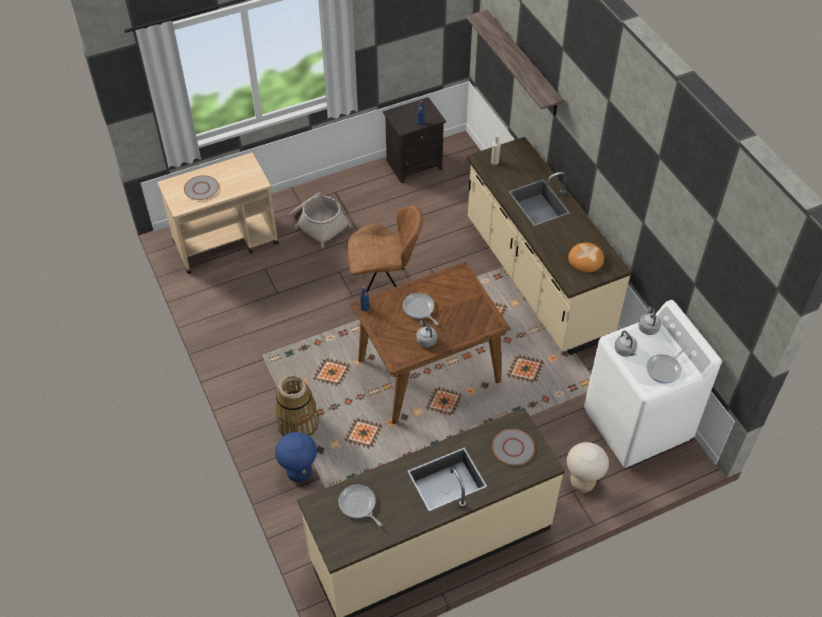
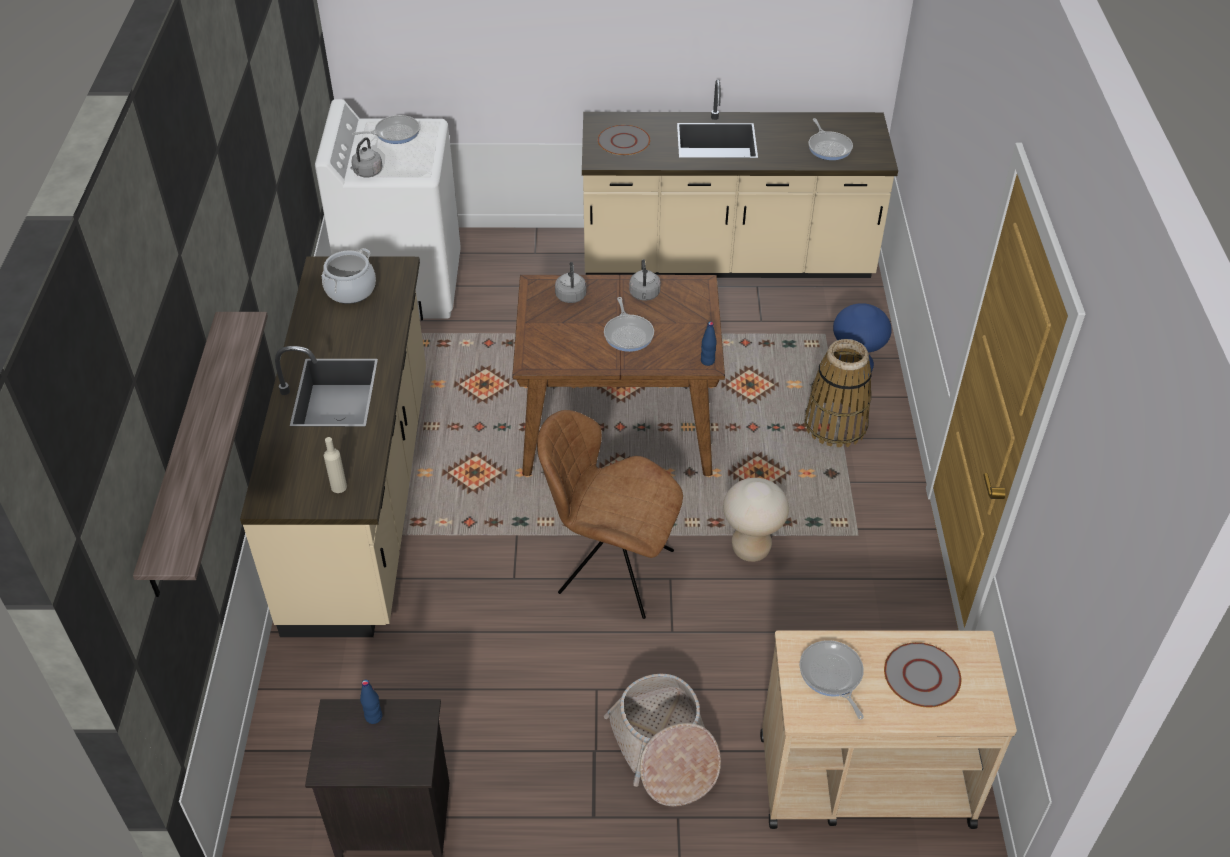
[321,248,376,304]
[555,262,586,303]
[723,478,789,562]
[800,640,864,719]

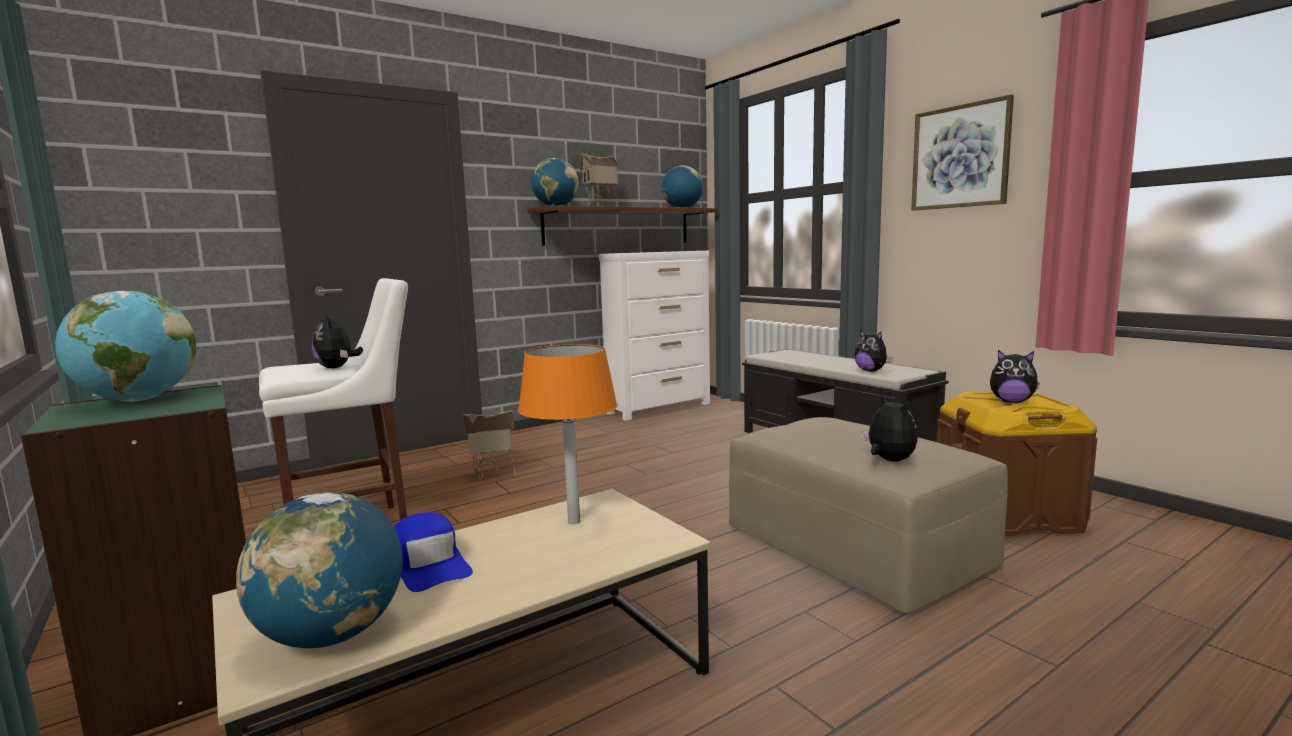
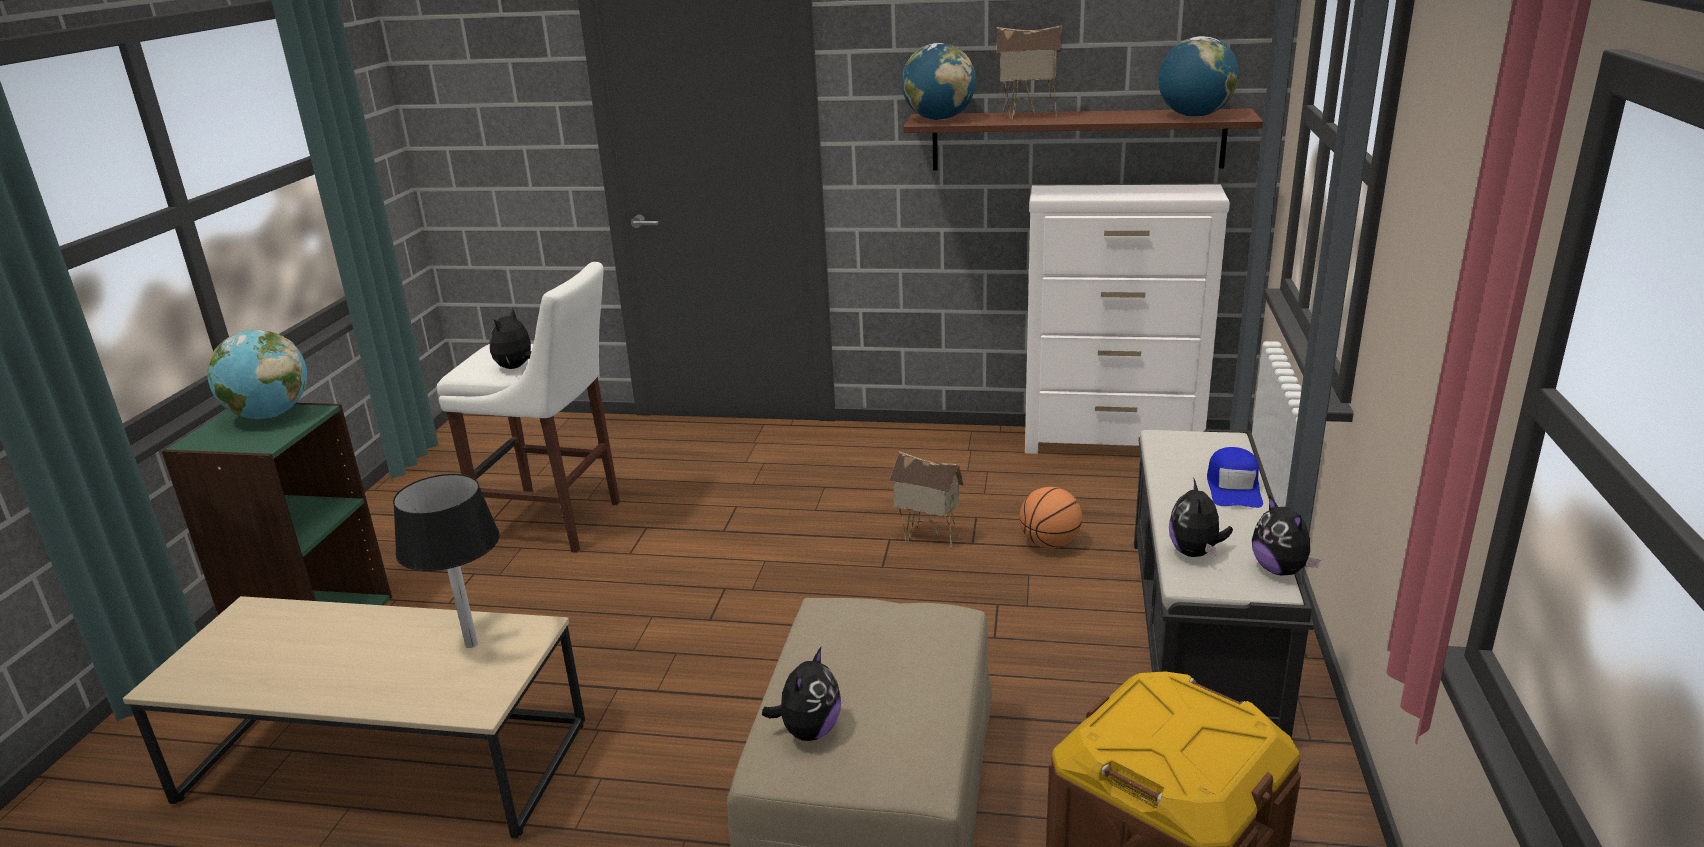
[911,94,1014,211] (first image)
[393,474,500,648]
[1252,495,1320,575]
[889,451,964,549]
[236,492,403,648] (first image)
[1207,447,1263,508]
[1019,487,1082,549]

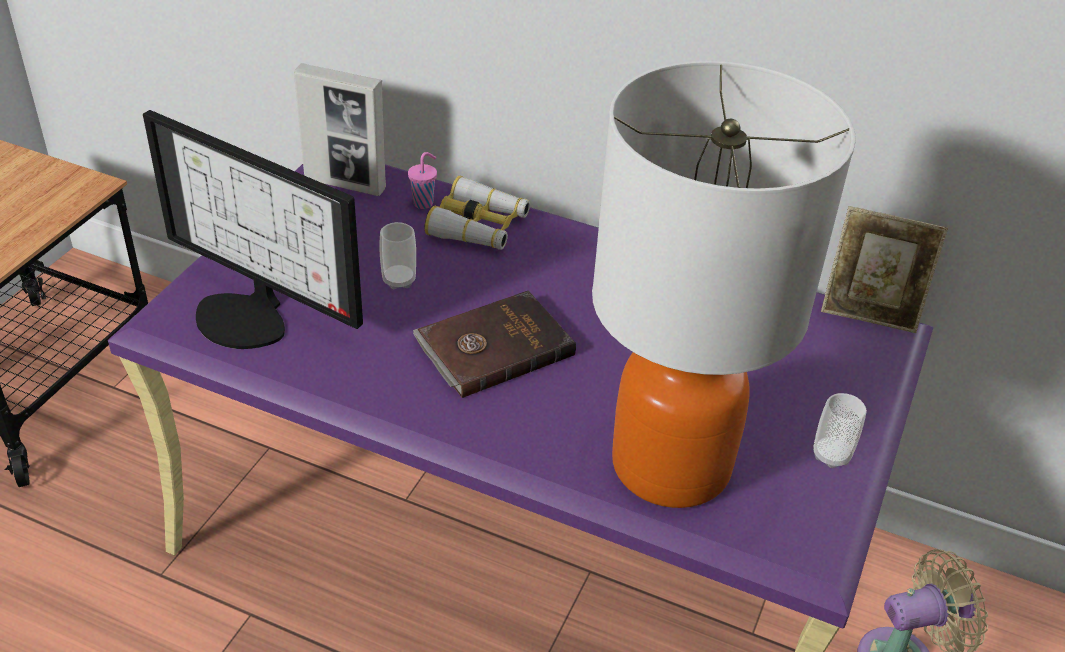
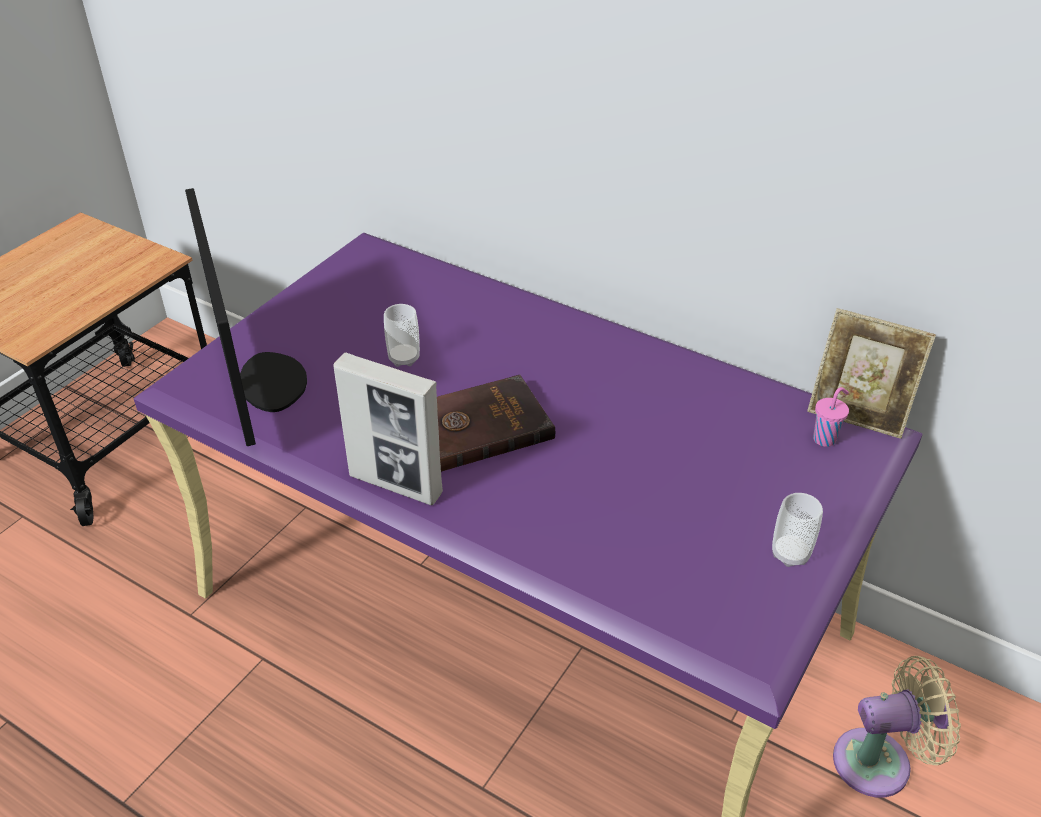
[592,60,856,508] (first image)
[333,352,443,505]
[185,188,307,446]
[813,387,849,447]
[424,176,530,250] (first image)

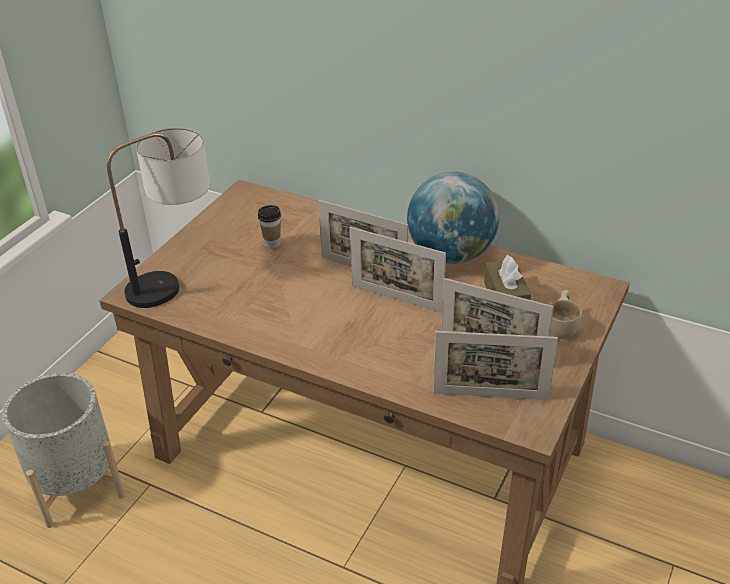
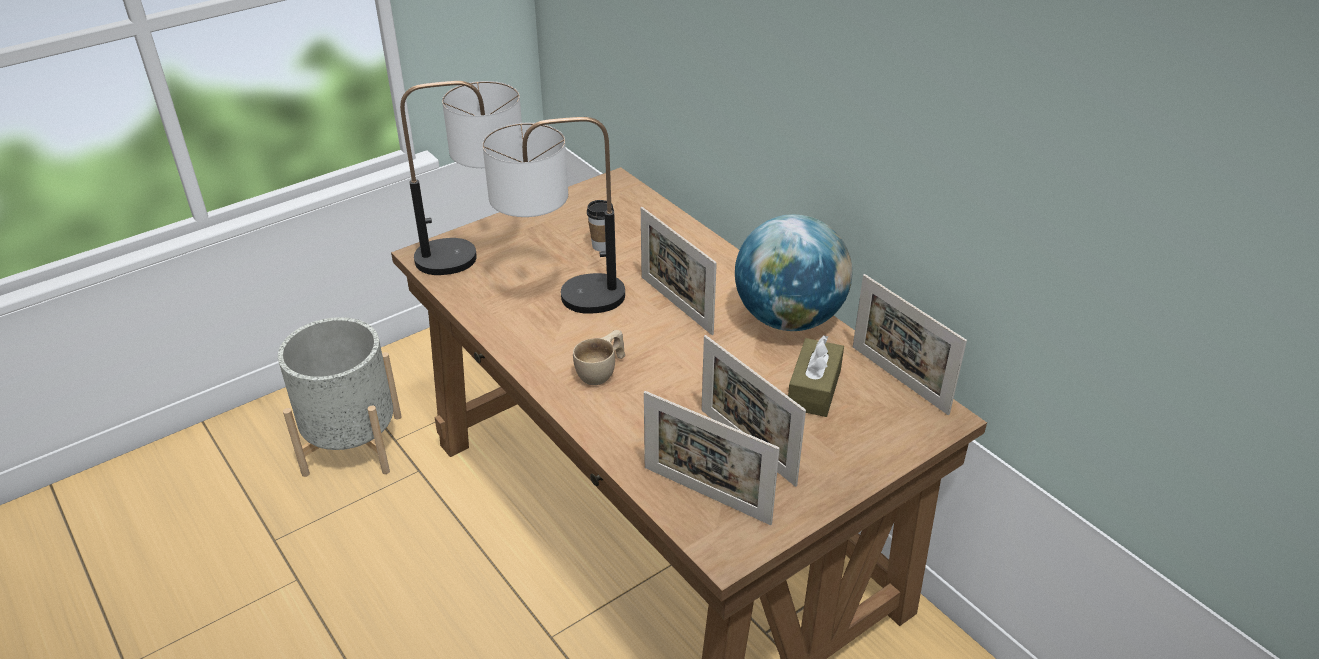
[853,274,967,415]
[573,330,625,385]
[482,117,625,314]

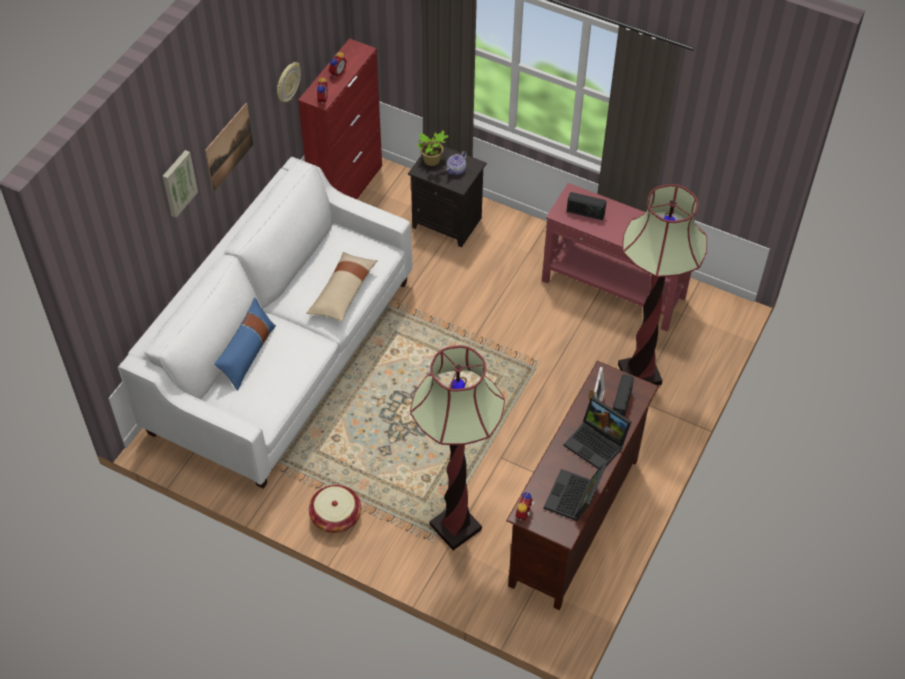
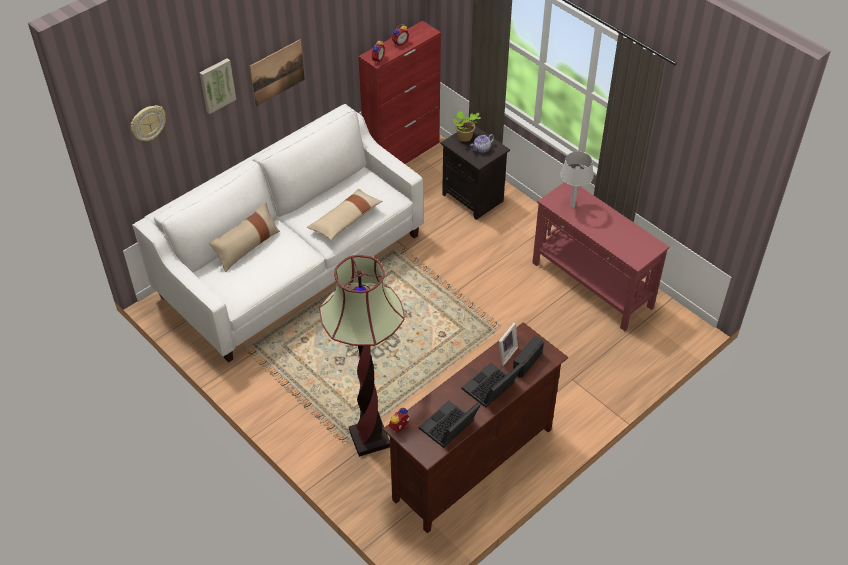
[131,105,166,141]
[618,184,707,385] (first image)
[560,151,594,208]
[209,202,280,273]
[462,363,523,408]
[309,485,361,533] (first image)

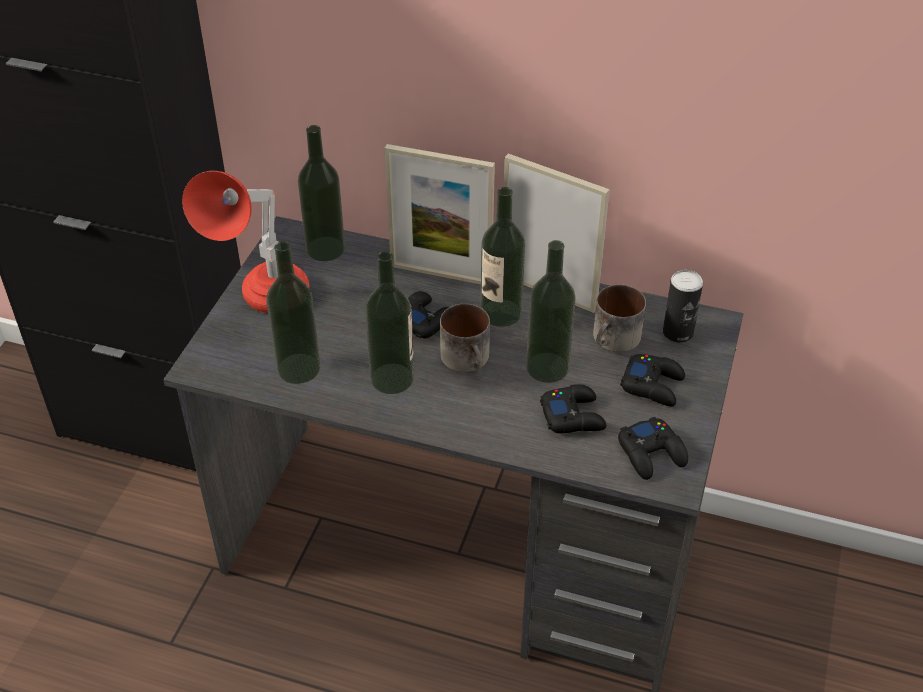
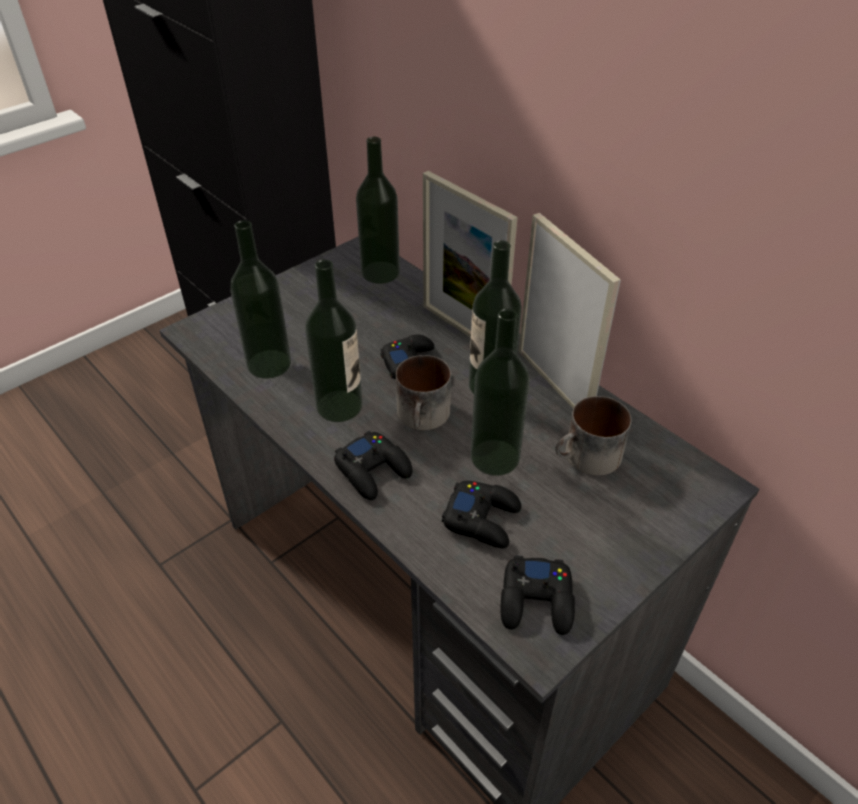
[182,171,309,313] (first image)
[663,270,703,343] (first image)
[334,431,413,500]

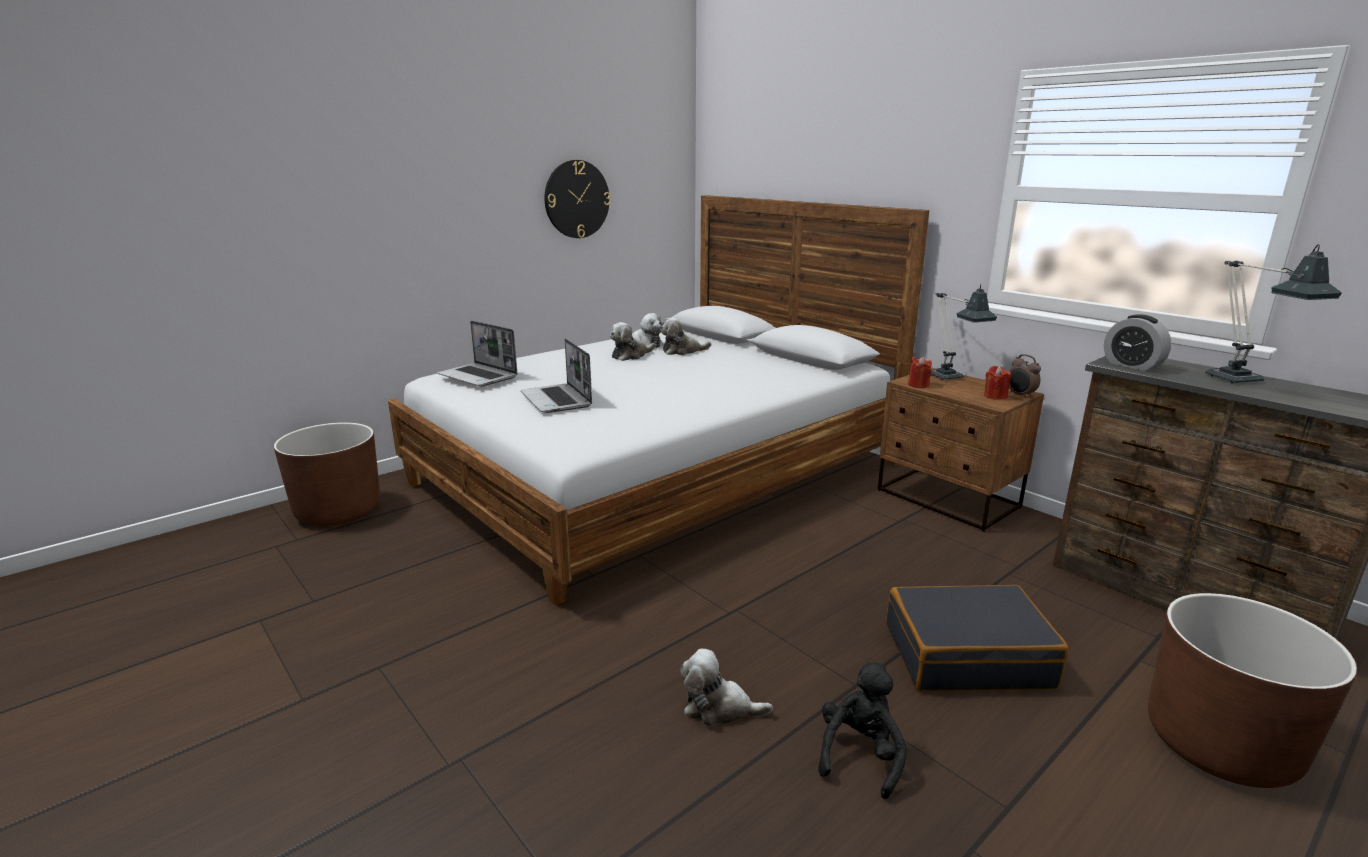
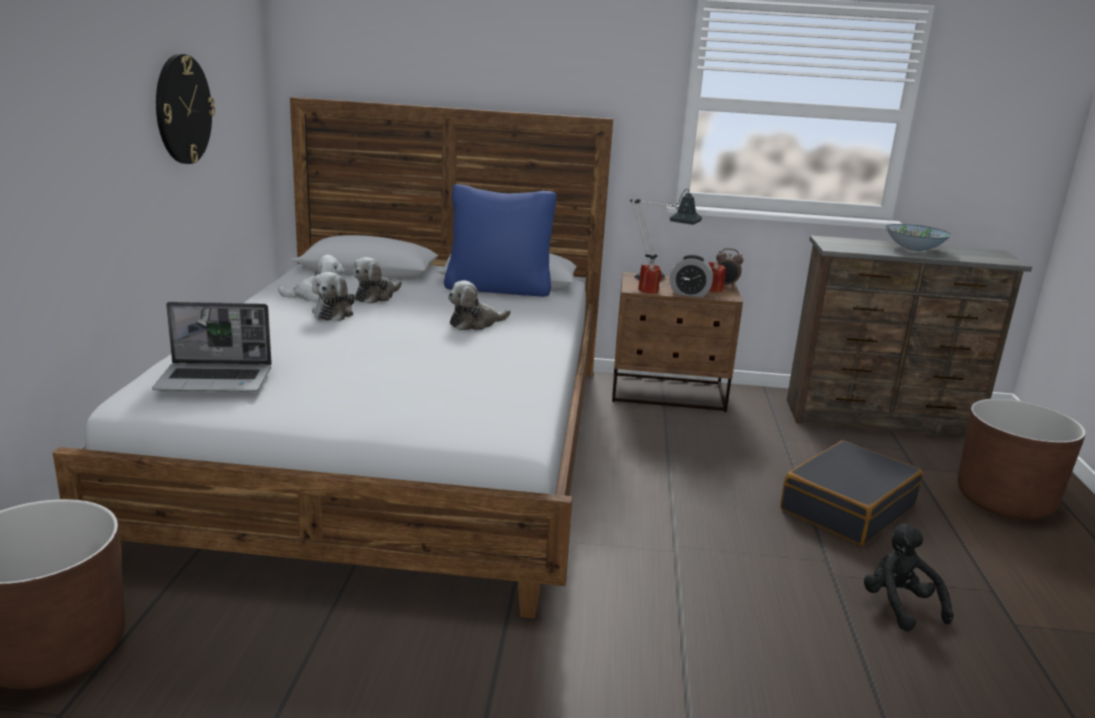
[886,224,951,251]
[670,255,713,297]
[521,338,592,413] (first image)
[448,280,511,331]
[444,184,557,297]

